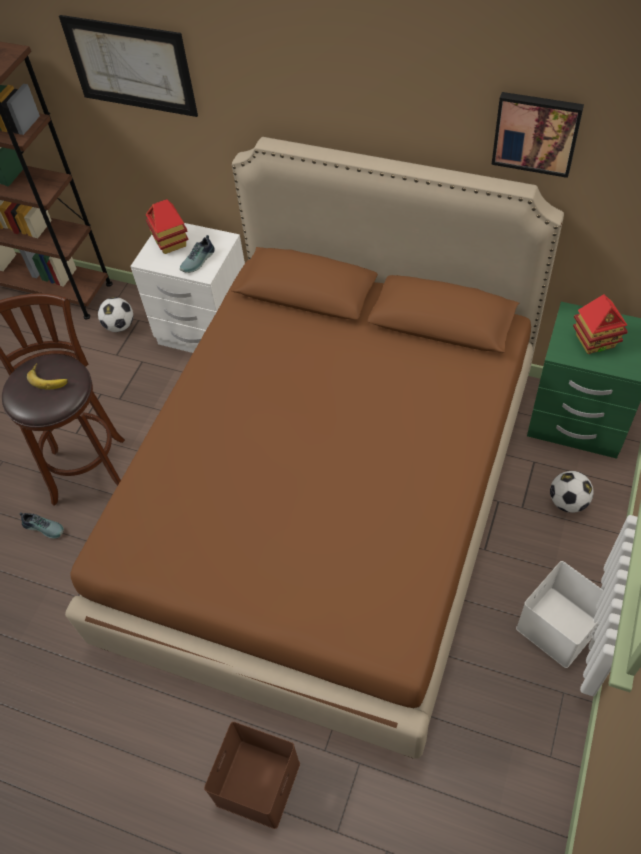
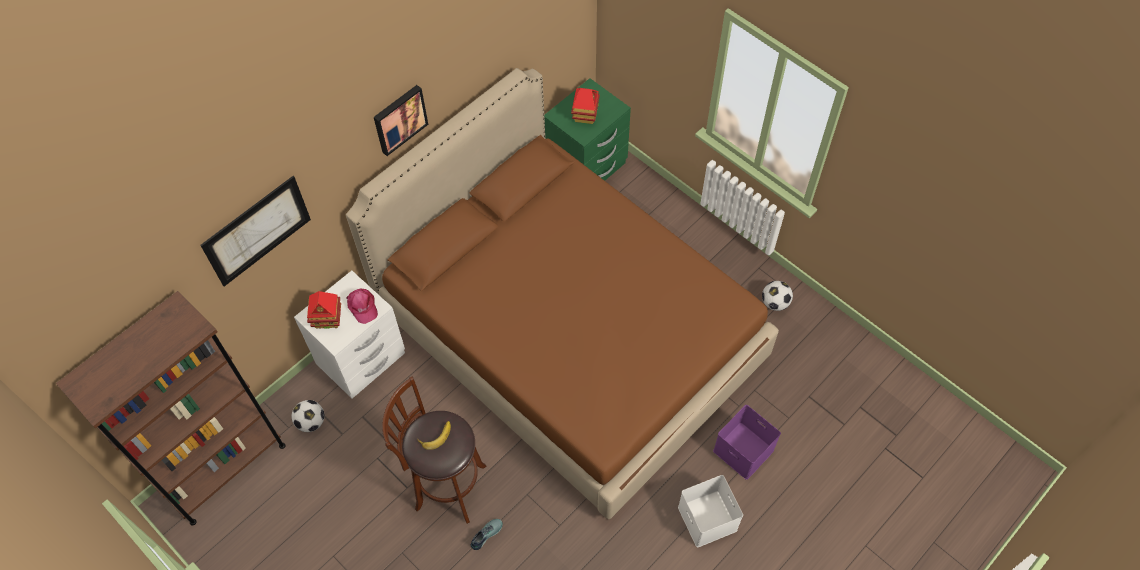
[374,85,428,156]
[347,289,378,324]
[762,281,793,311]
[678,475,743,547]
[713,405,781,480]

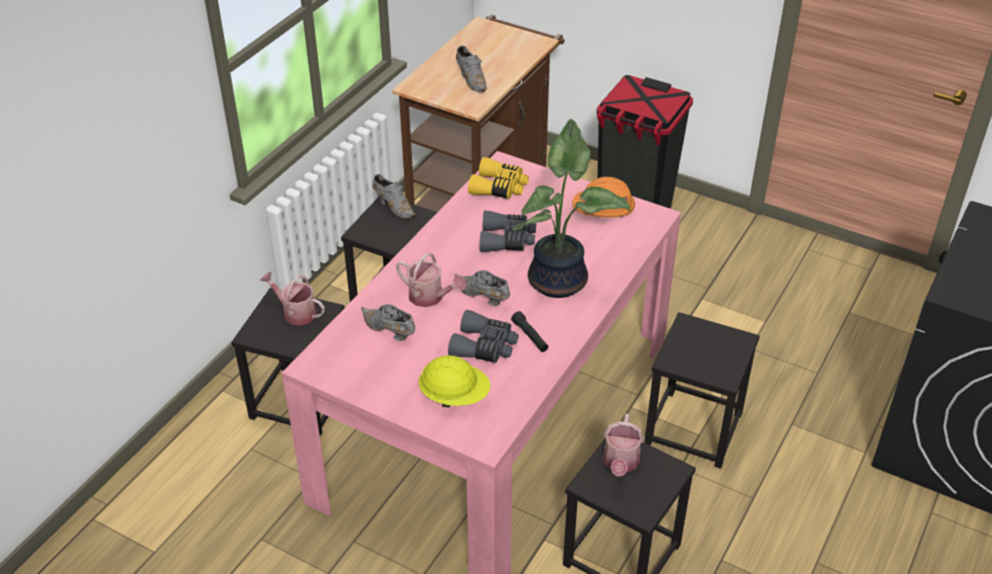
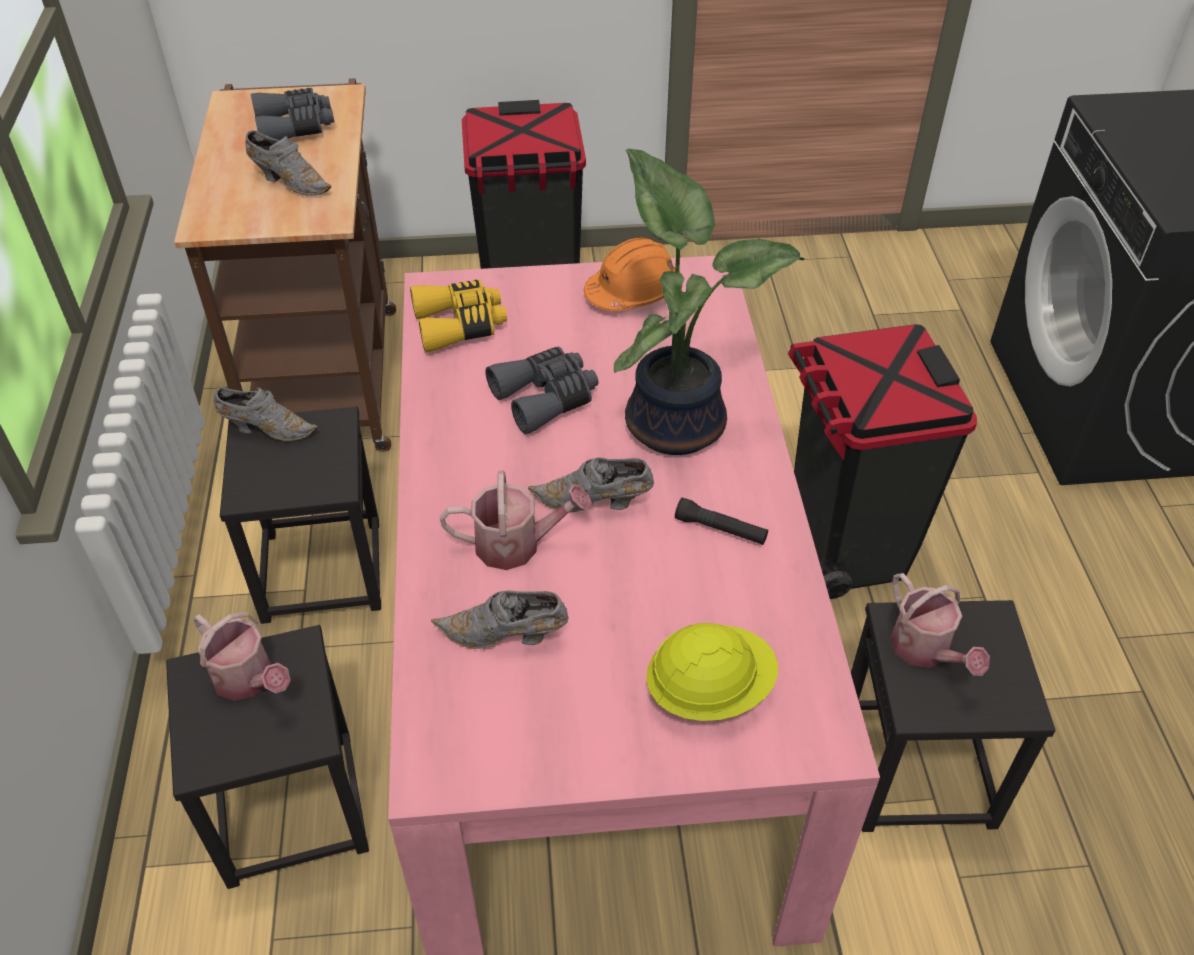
[193,612,291,701]
[251,88,334,140]
[788,324,977,599]

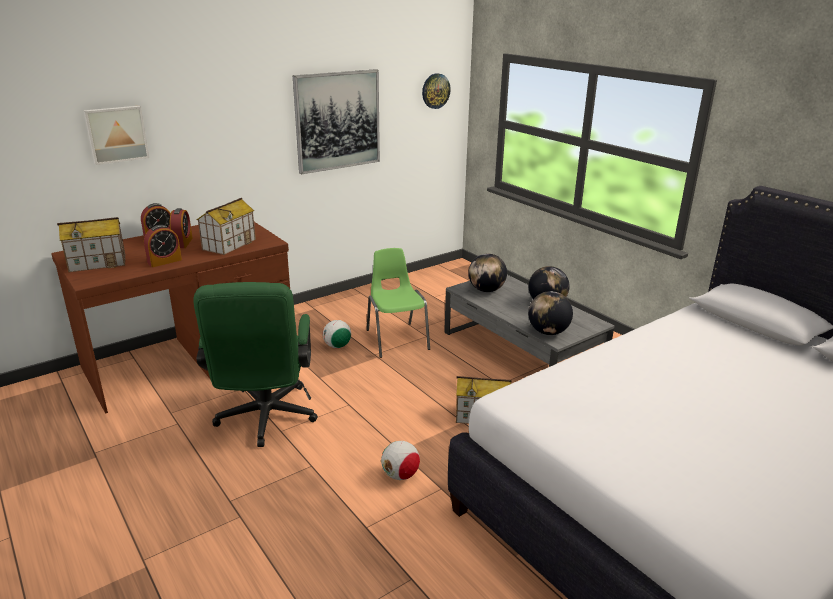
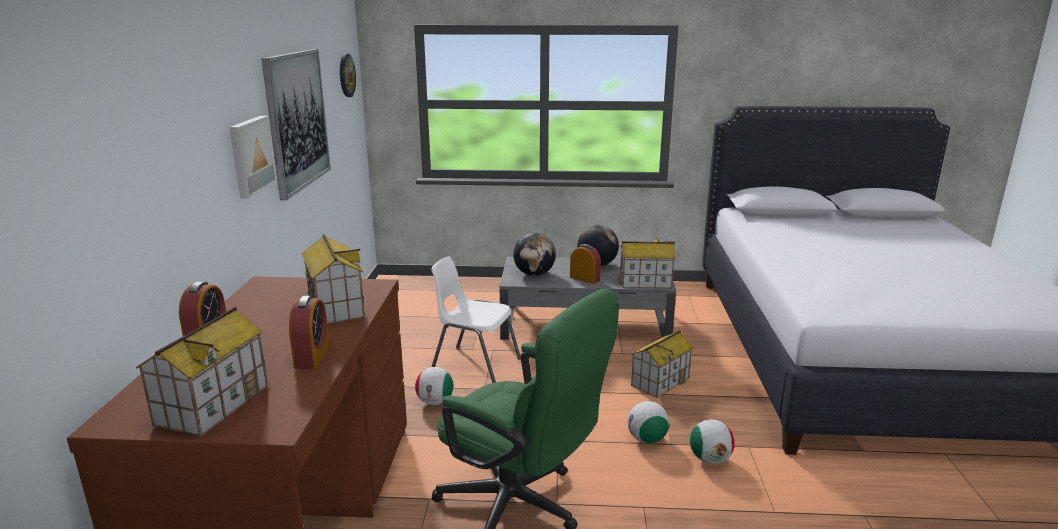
[229,116,277,199]
[570,244,601,284]
[431,257,521,383]
[620,237,675,288]
[627,401,669,444]

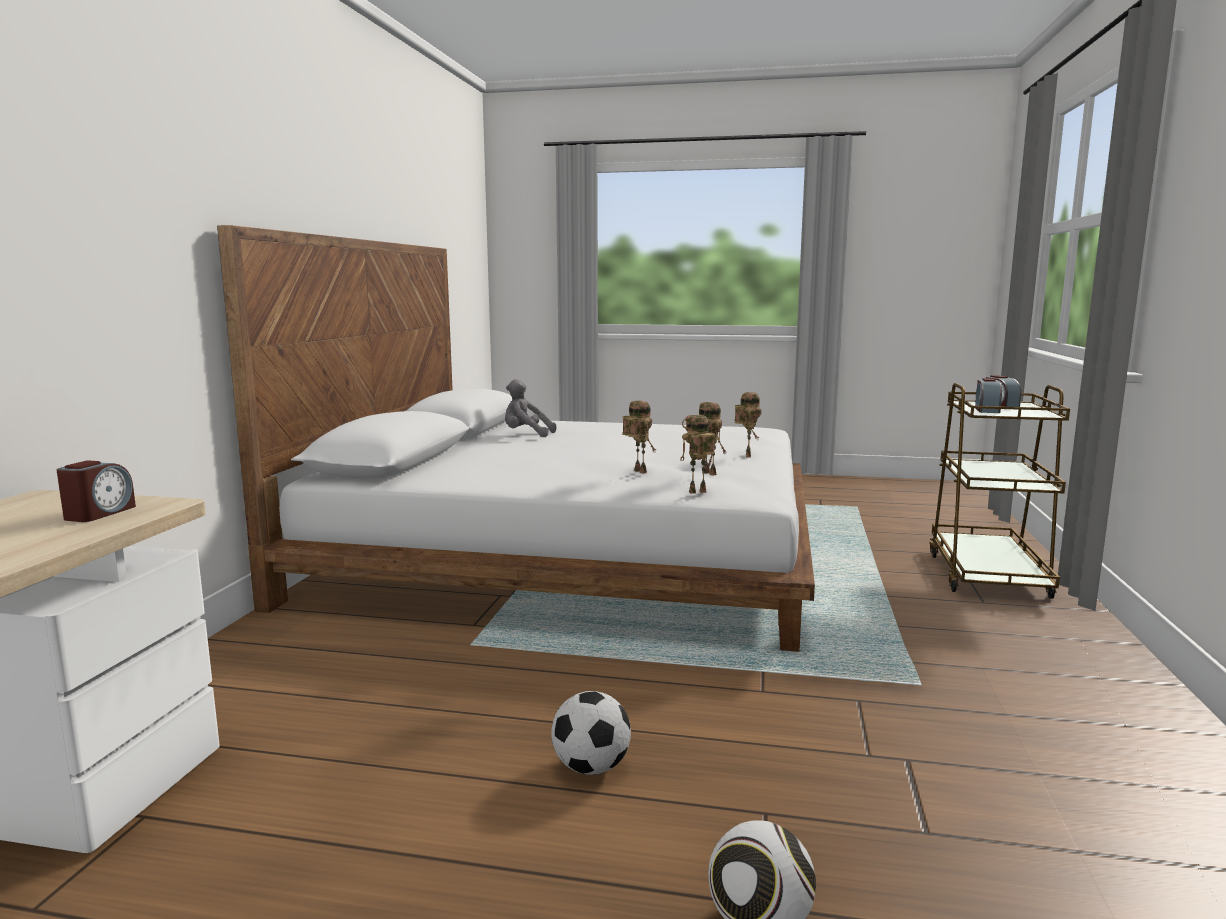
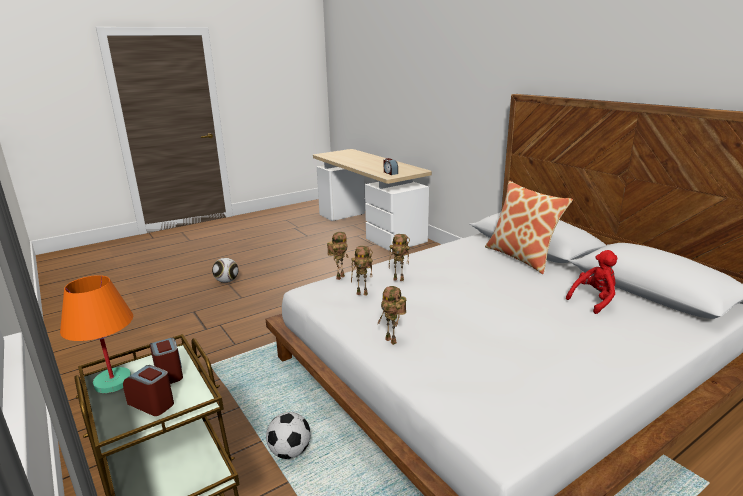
[566,250,618,314]
[266,412,311,459]
[485,181,573,274]
[60,275,133,393]

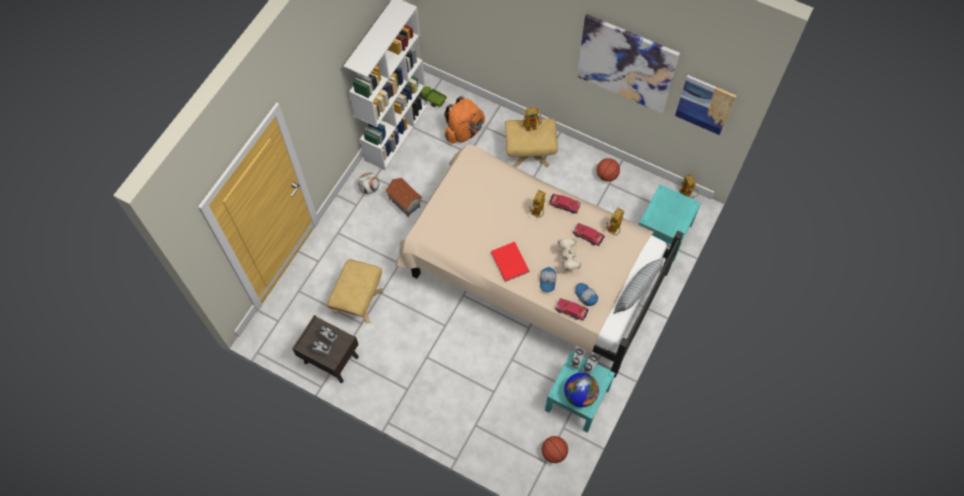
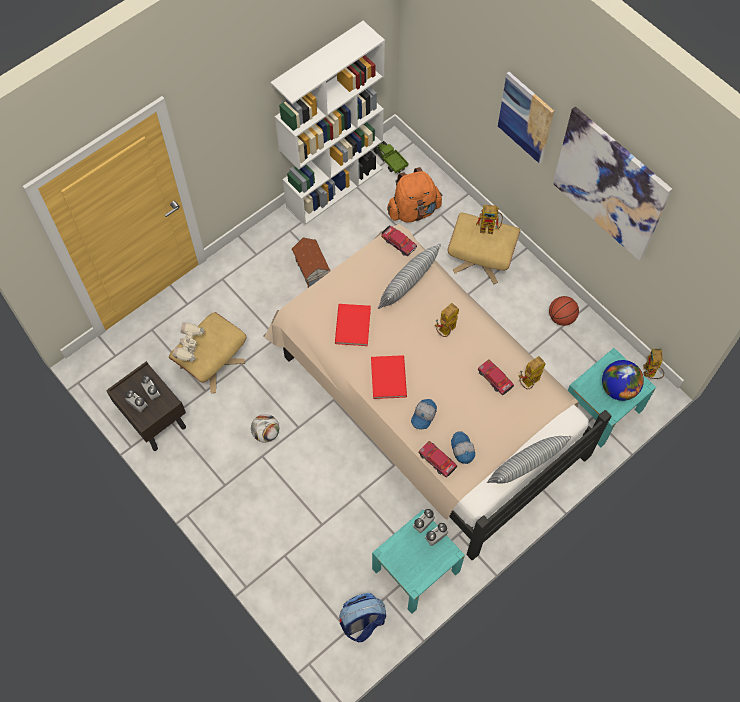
[498,72,554,164]
[251,414,279,443]
[381,225,417,256]
[172,323,204,363]
[602,360,644,401]
[339,593,386,642]
[378,244,441,309]
[335,304,371,346]

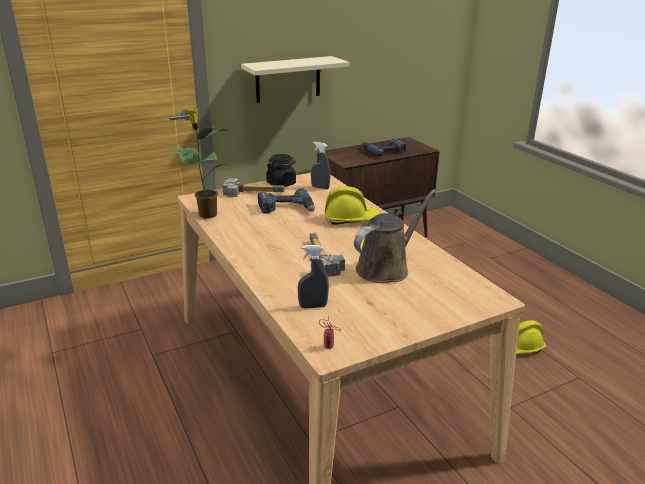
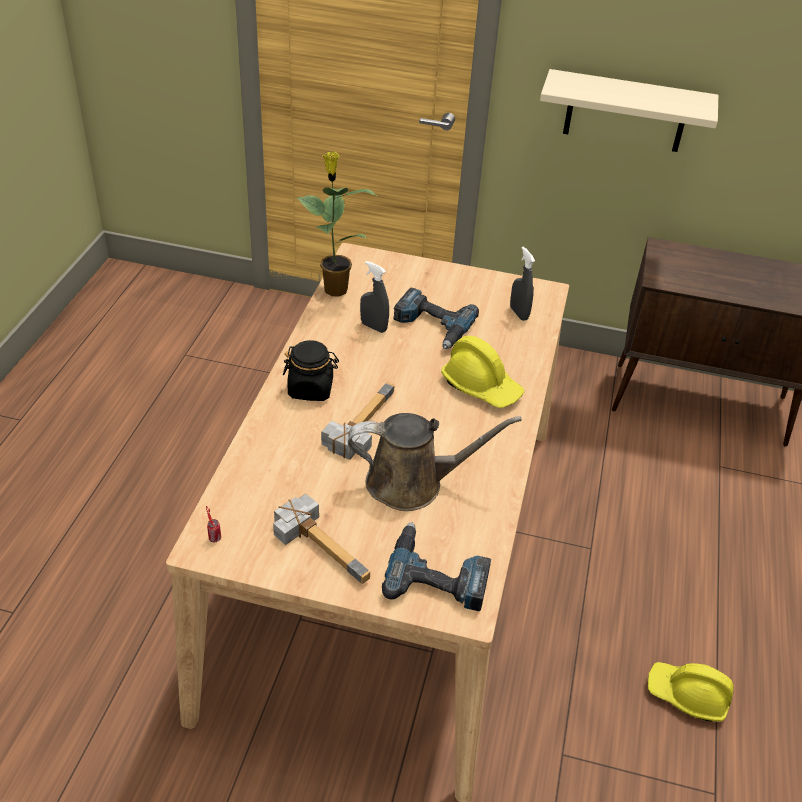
[382,522,491,611]
[283,340,339,401]
[273,494,370,584]
[360,261,389,333]

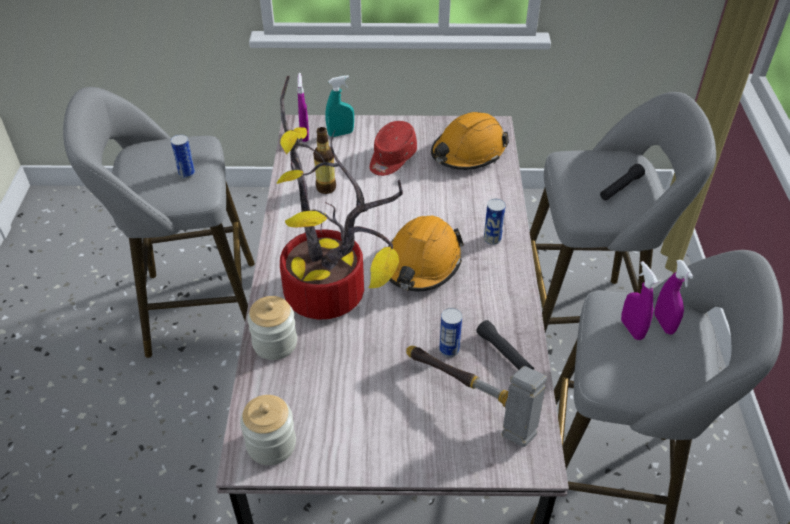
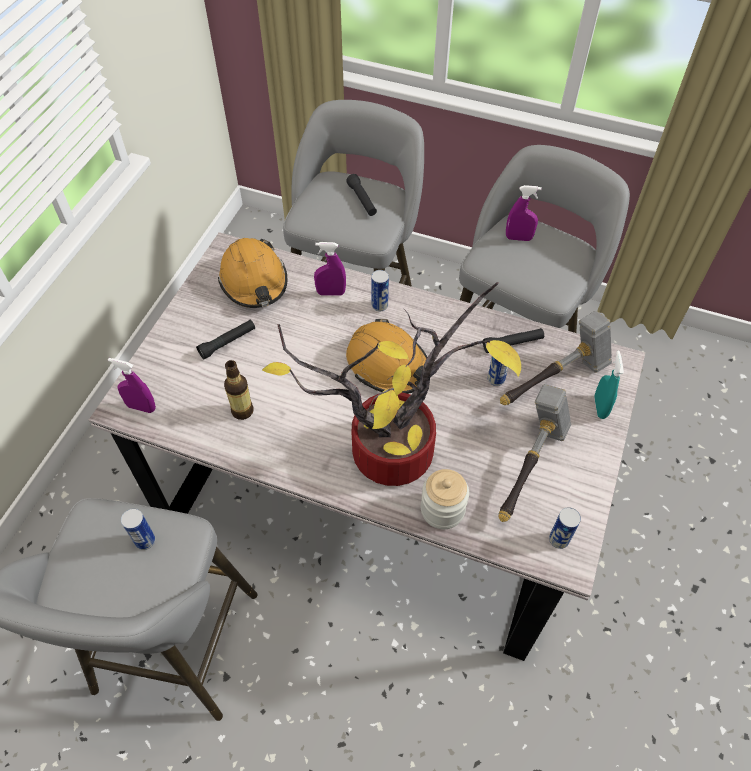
[594,351,624,419]
[196,320,255,359]
[314,242,346,296]
[549,507,581,549]
[499,384,571,522]

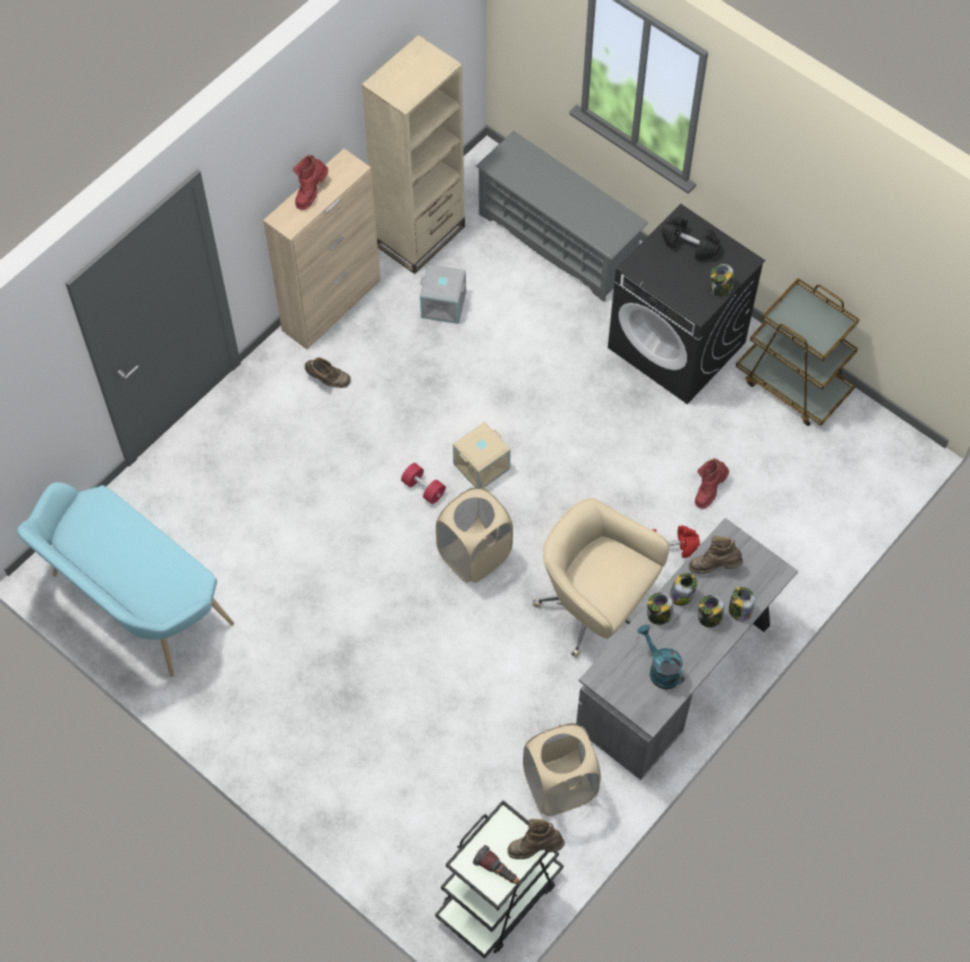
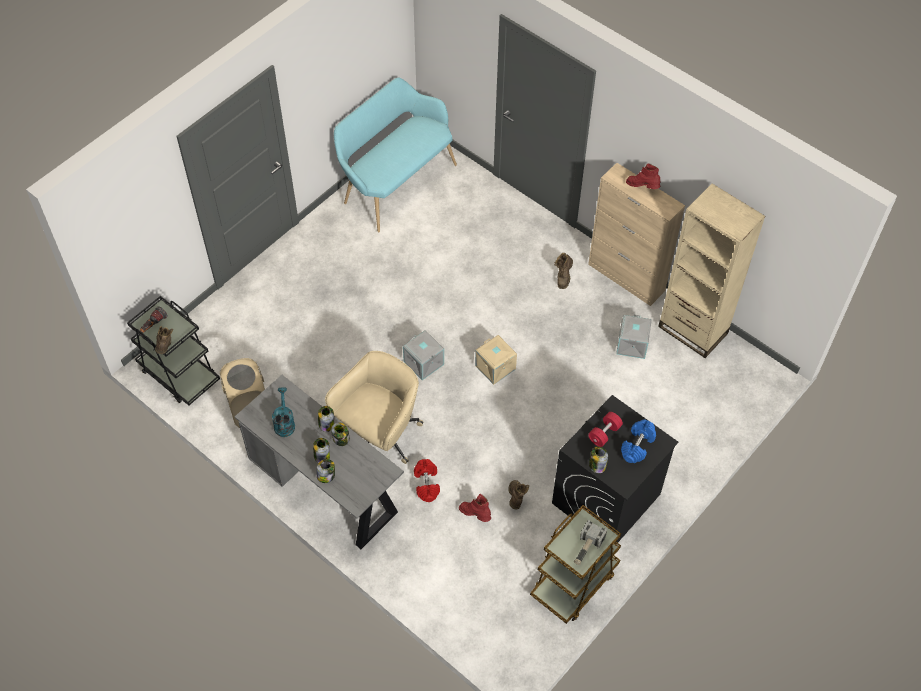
[476,131,648,302] (first image)
[621,419,656,463]
[588,412,623,447]
[403,330,444,380]
[508,480,529,510]
[272,387,295,437]
[574,520,607,565]

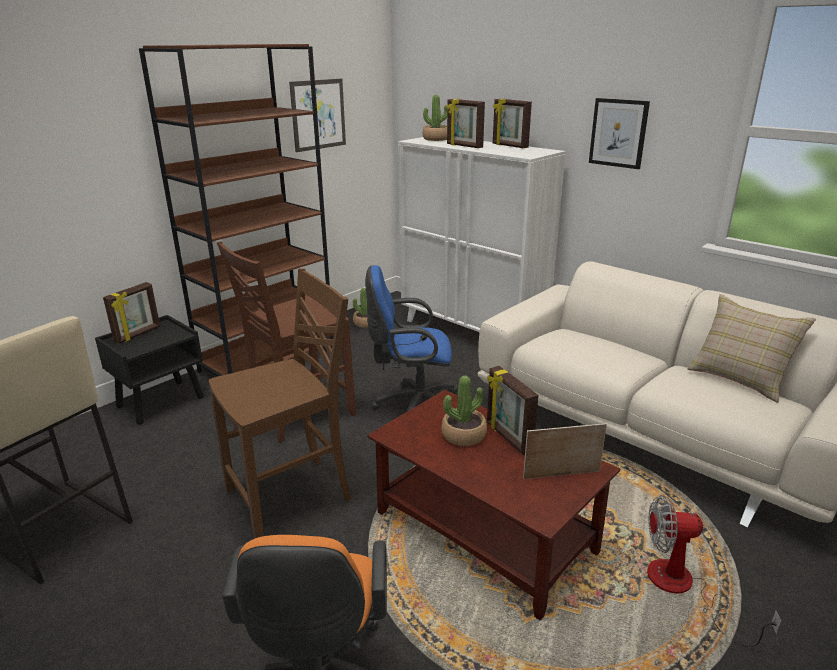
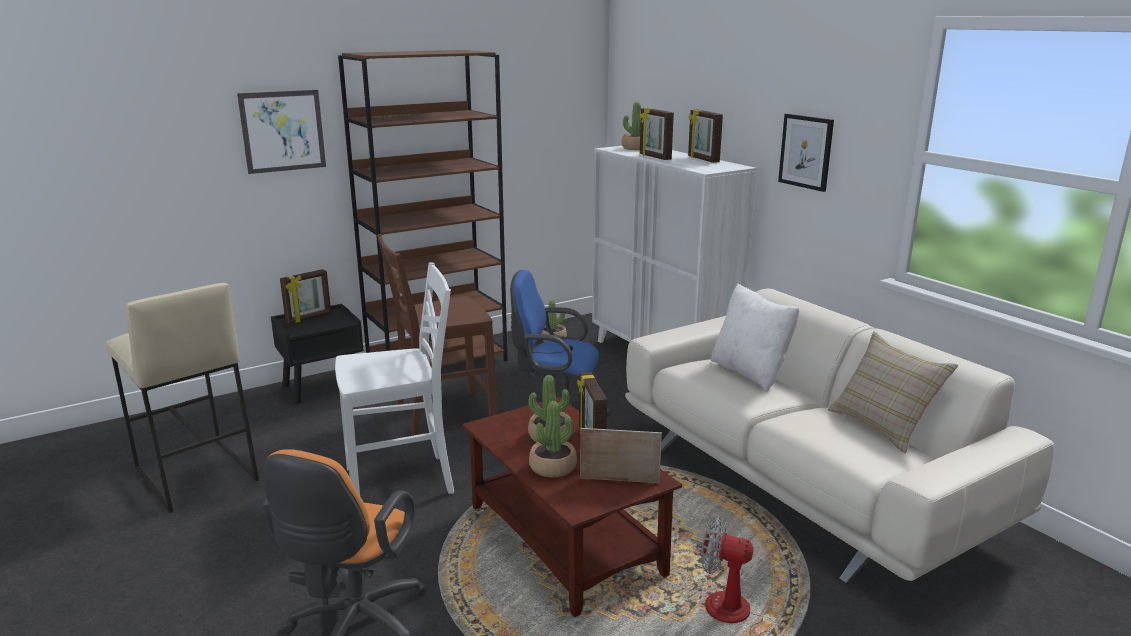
[237,90,326,174]
[335,262,454,495]
[711,283,799,392]
[529,401,577,477]

